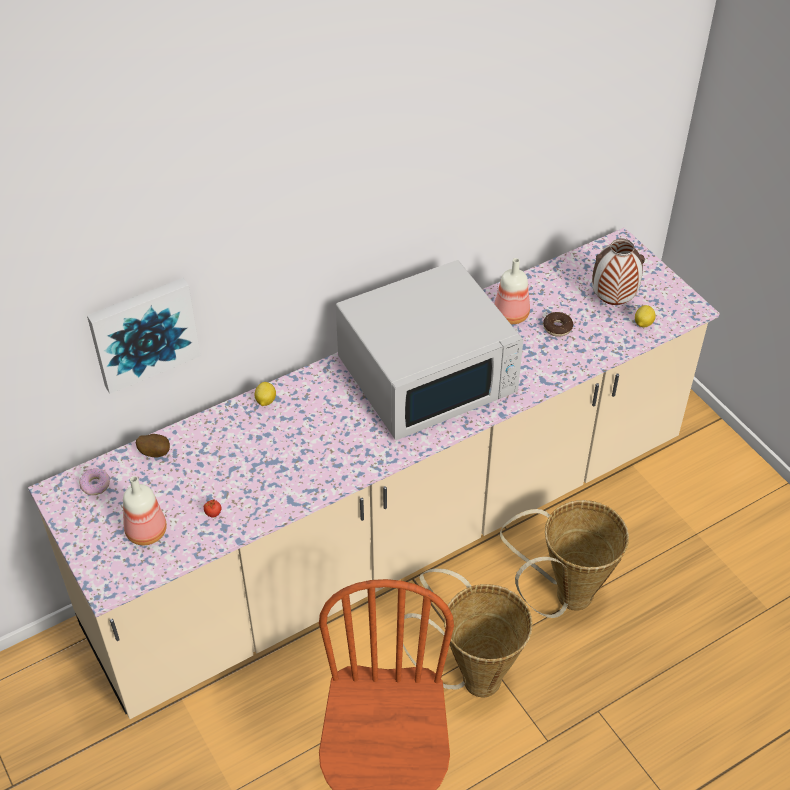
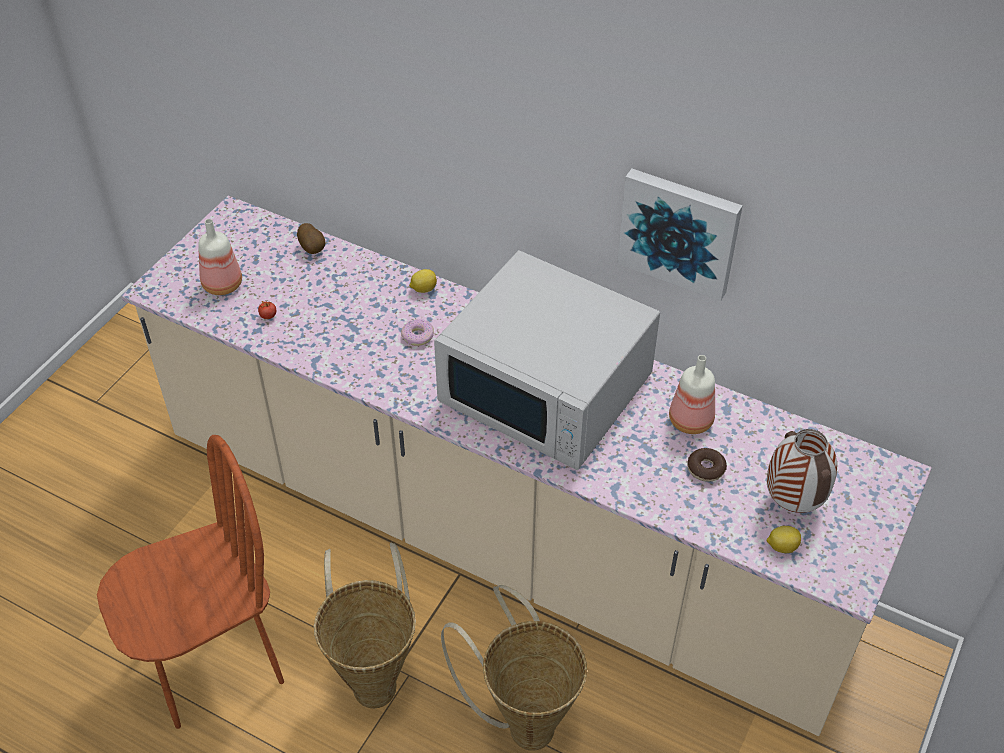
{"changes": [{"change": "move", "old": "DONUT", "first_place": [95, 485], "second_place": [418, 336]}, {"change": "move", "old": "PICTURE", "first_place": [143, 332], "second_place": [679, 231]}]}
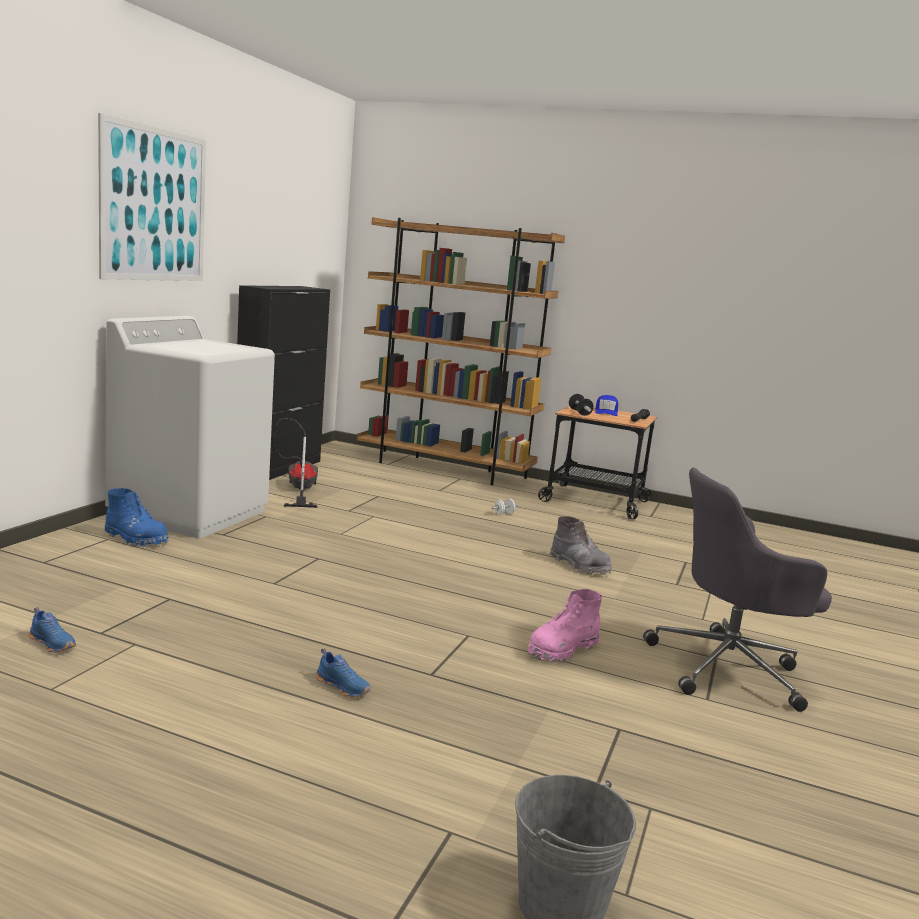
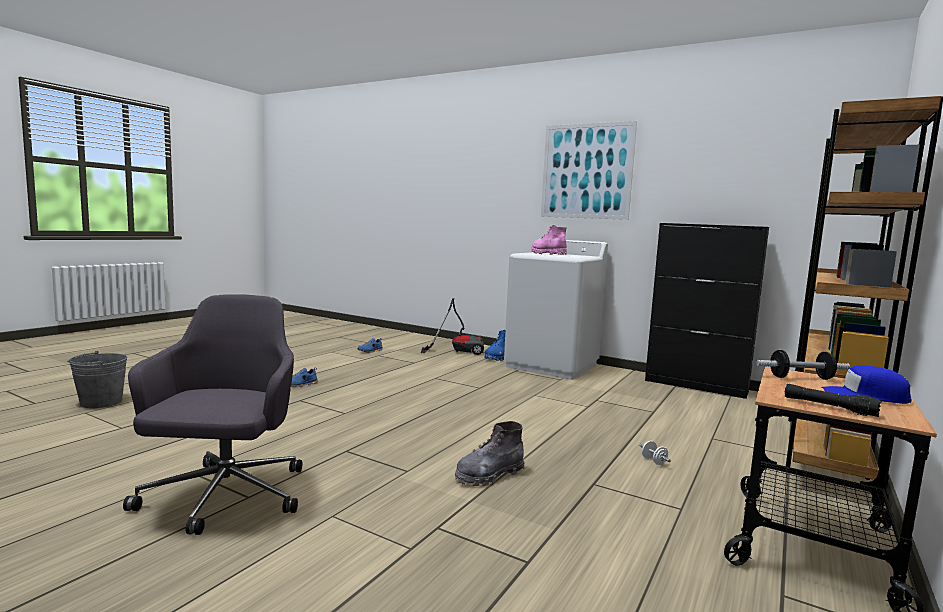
{"changes": [{"change": "move", "old": "VACUUM CLEANER", "first_place": [298, 490], "second_place": [458, 351]}, {"change": "move", "old": "PINK BOOT", "first_place": [562, 650], "second_place": [548, 254]}]}
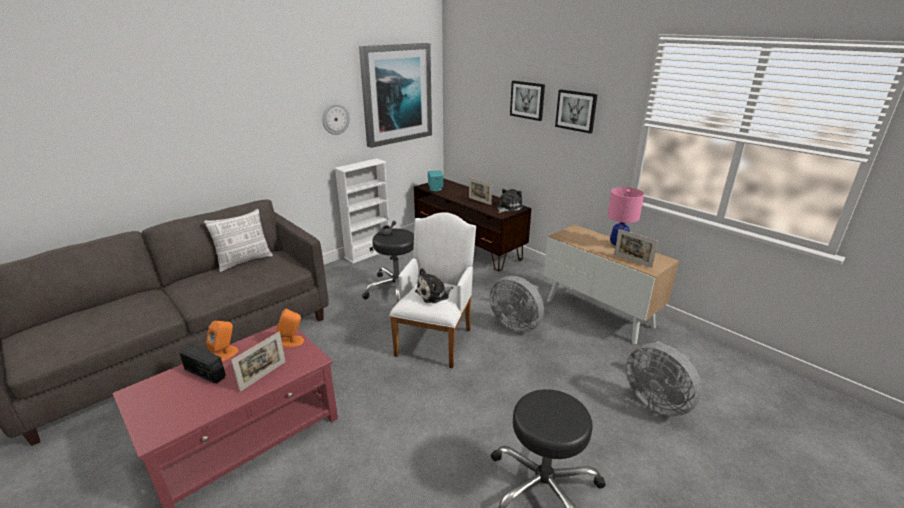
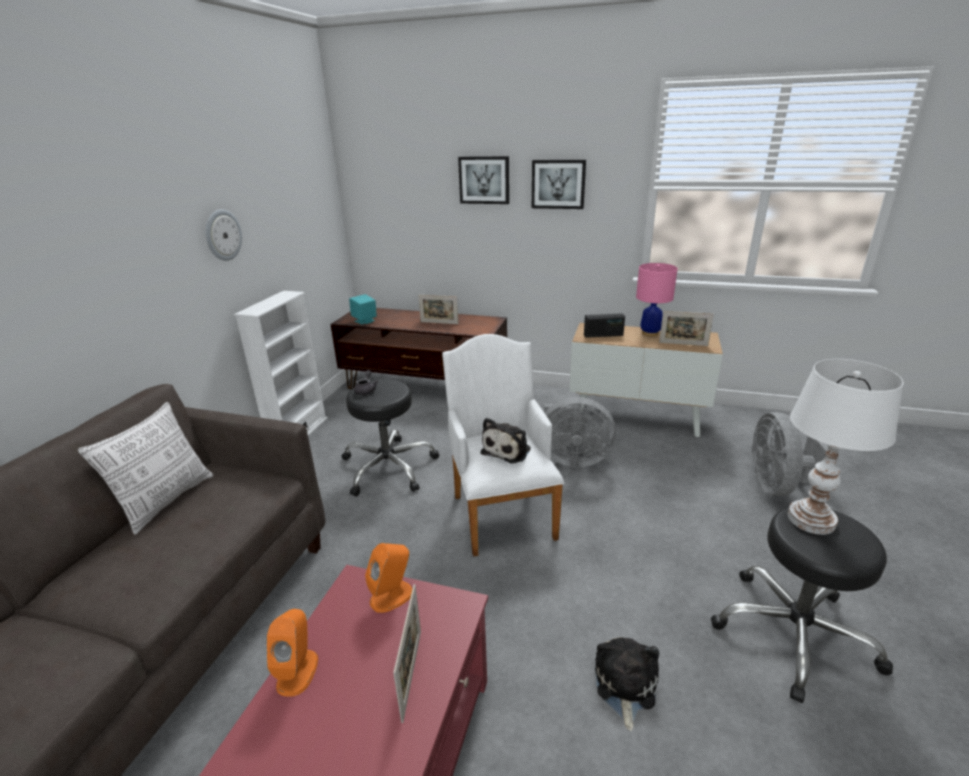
{"changes": [{"change": "move", "old": "RADIO", "first_place": [204, 373], "second_place": [603, 335]}, {"change": "delete", "old": "PICTURE", "first_place": [396, 94]}, {"change": "move", "old": "PLUSH TOY", "first_place": [508, 207], "second_place": [624, 686]}, {"change": "rotate", "old": "GREY FAN", "first_place": [657, 401], "second_place": [777, 485], "degrees": 75}, {"change": "insert", "new": "WHITE TABLE LAMP", "second_place": [811, 520]}]}
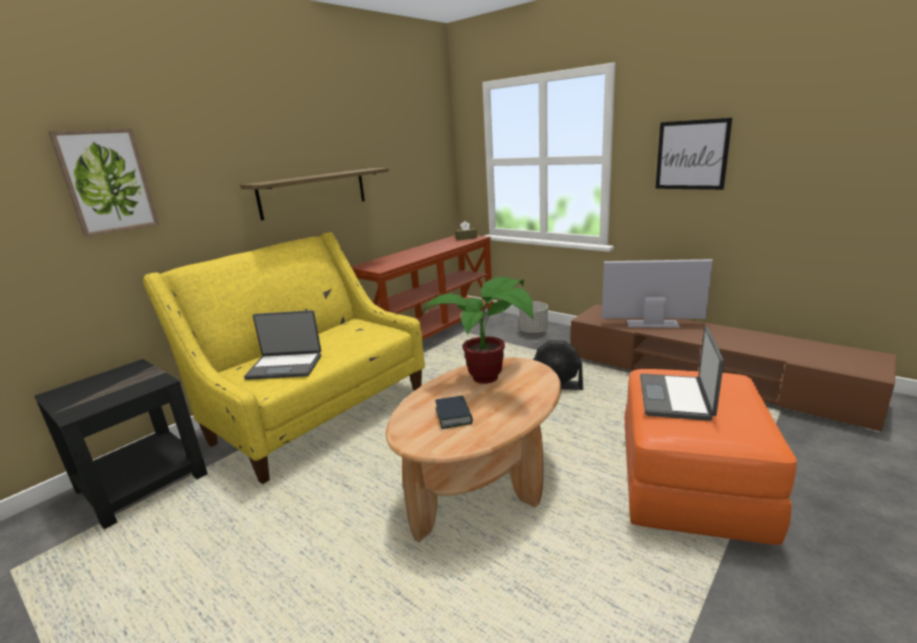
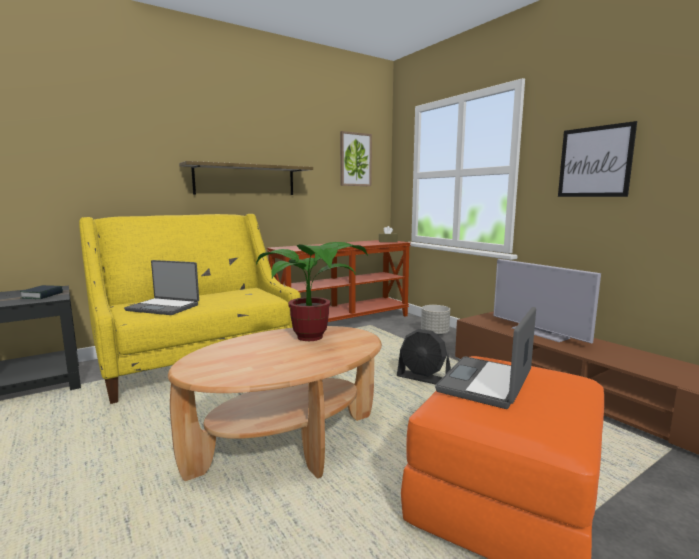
{"changes": [{"change": "move", "old": "PICTURE", "first_place": [107, 181], "second_place": [355, 159]}, {"change": "move", "old": "BOOK", "first_place": [453, 416], "second_place": [42, 295]}, {"change": "rotate", "old": "TELEVISION", "first_place": [652, 324], "second_place": [539, 333], "degrees": -150}]}
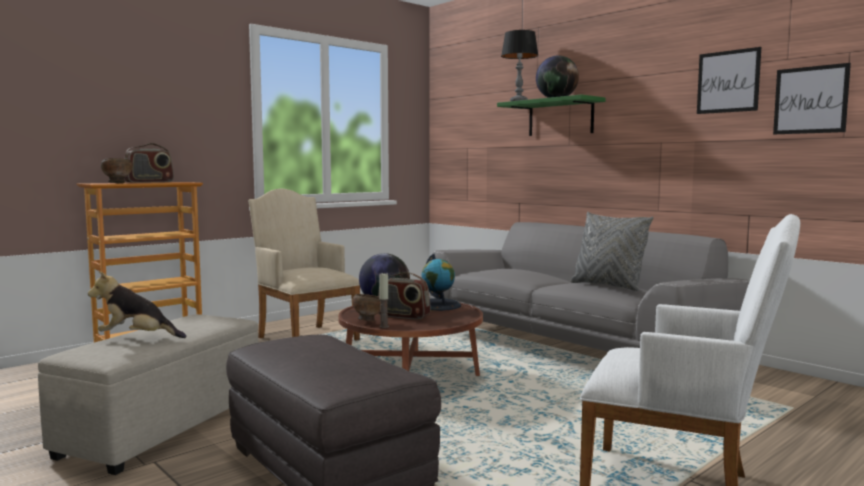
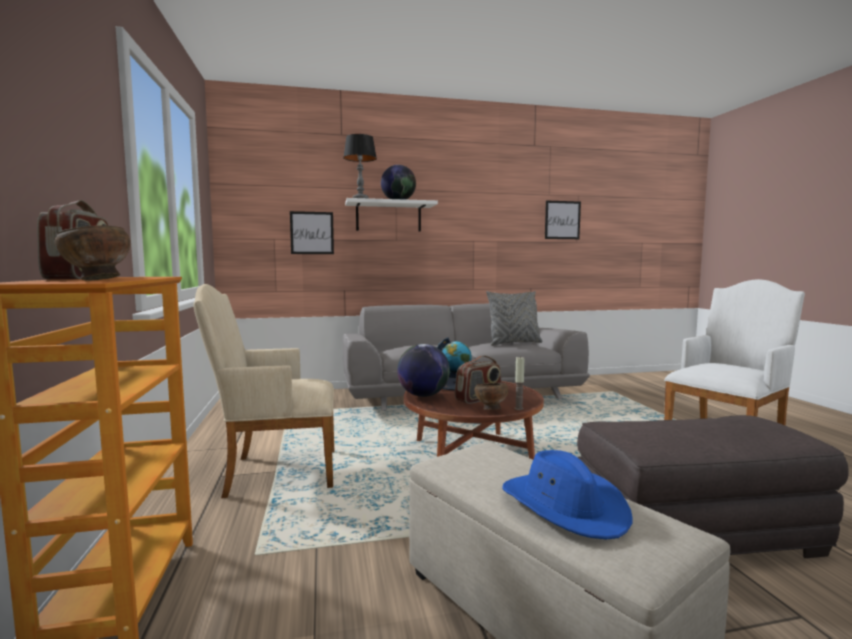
{"changes": [{"change": "replace", "old": "PLUSH TOY", "new": "BLUE HAT", "first_place": [137, 338], "second_place": [565, 505]}, {"change": "recolor", "old": "GREEN SHELF", "new": "WHITE SHELF", "first_place": [560, 118], "second_place": [388, 217]}, {"change": "move", "old": "PICTURE", "first_place": [728, 81], "second_place": [312, 233]}]}
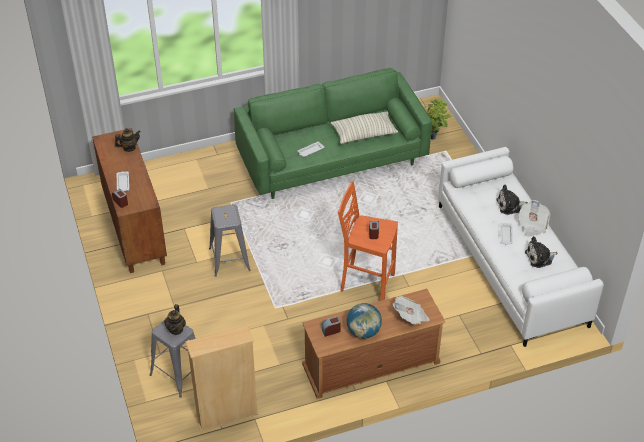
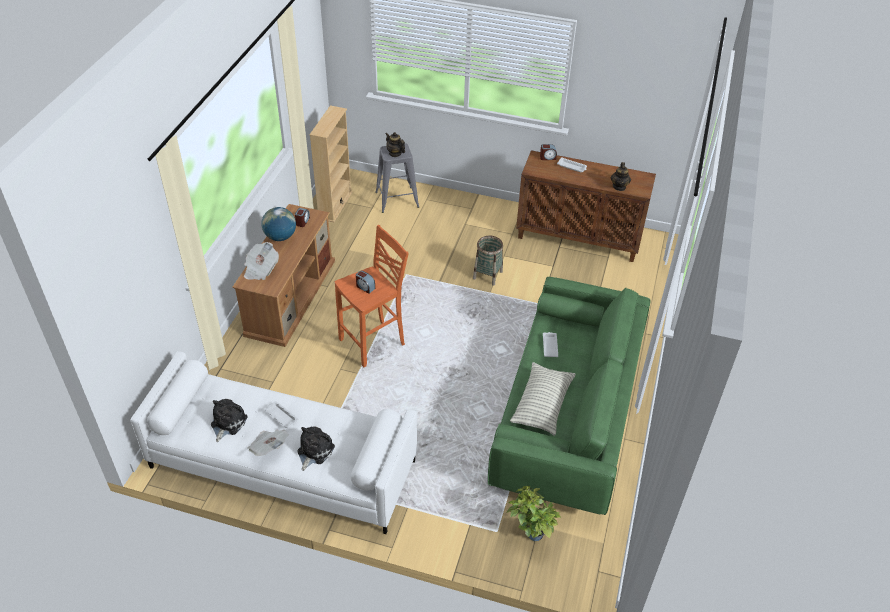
{"changes": [{"change": "replace", "old": "GREY STOOL", "new": "BASKET", "first_place": [229, 259], "second_place": [488, 275]}]}
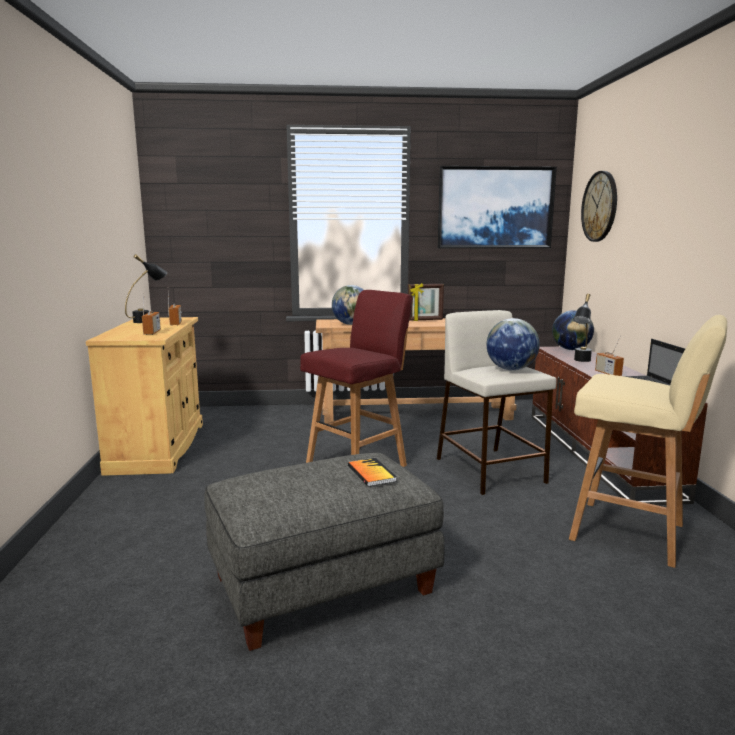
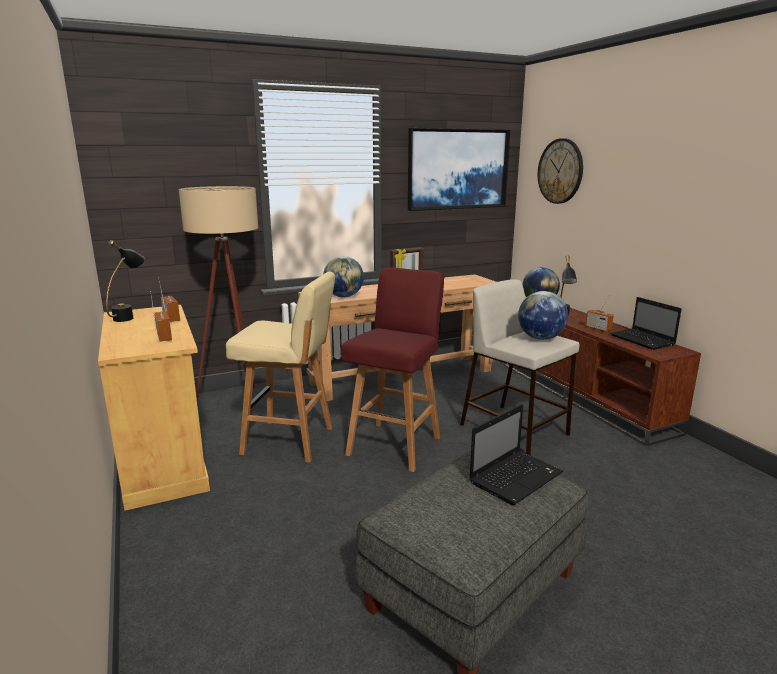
{"changes": [{"change": "replace", "old": "BOOK", "new": "LAPTOP", "first_place": [371, 473], "second_place": [516, 477]}, {"change": "move", "old": "BEIGE STOOL", "first_place": [631, 533], "second_place": [290, 441]}, {"change": "insert", "new": "BEIGE FLOOR LAMP", "second_place": [237, 404]}]}
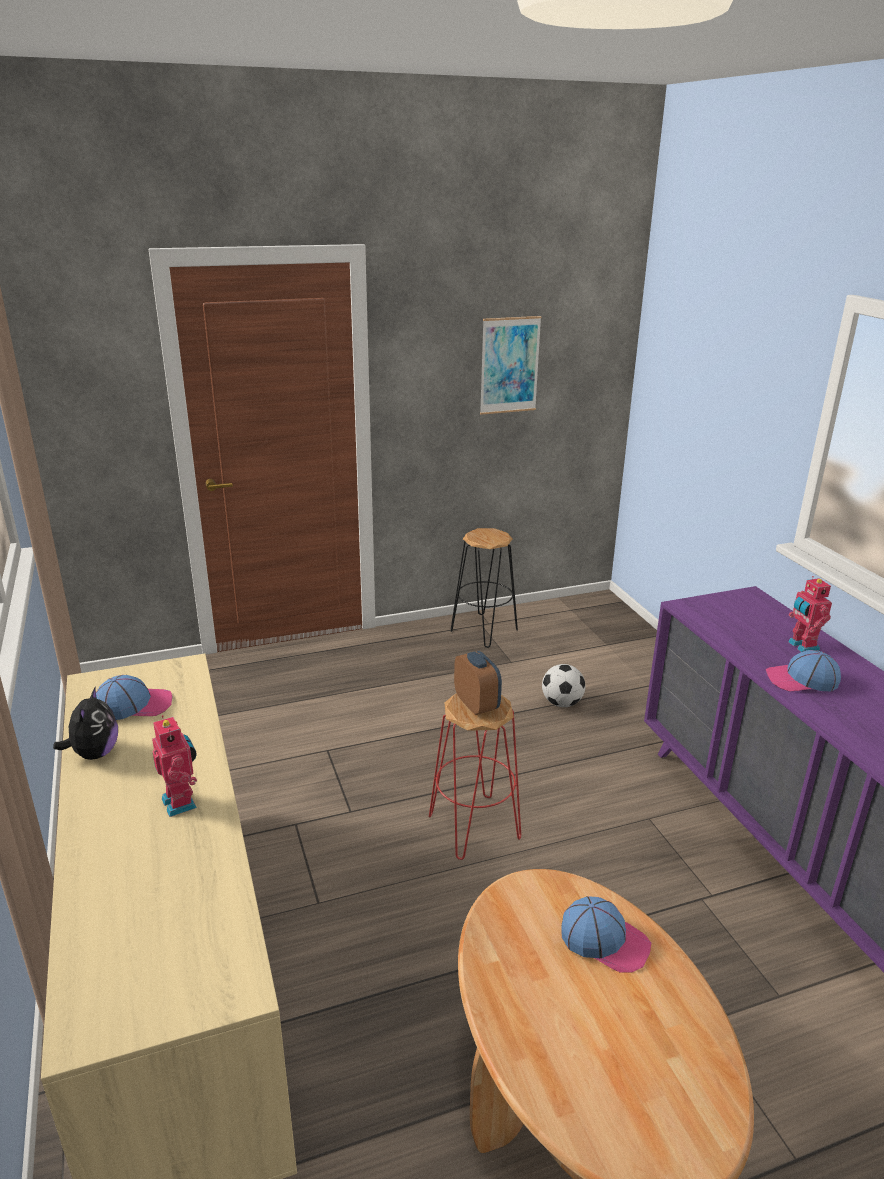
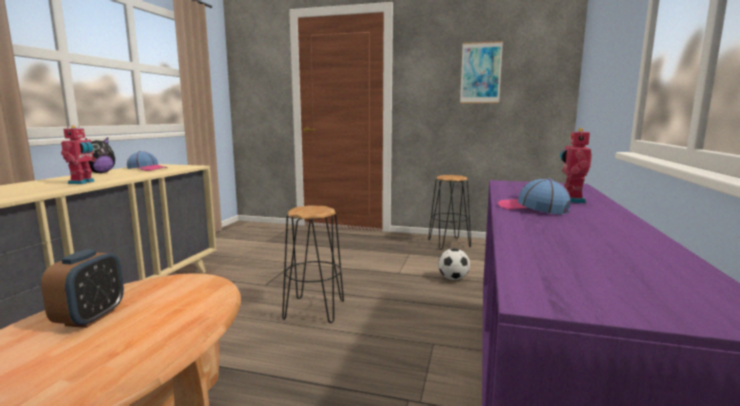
{"changes": [{"change": "recolor", "old": "RED STOOL", "new": "BLACK STOOL", "first_place": [473, 826], "second_place": [314, 309]}, {"change": "move", "old": "ALARM CLOCK", "first_place": [476, 705], "second_place": [90, 318]}, {"change": "delete", "old": "CAP", "first_place": [605, 940]}]}
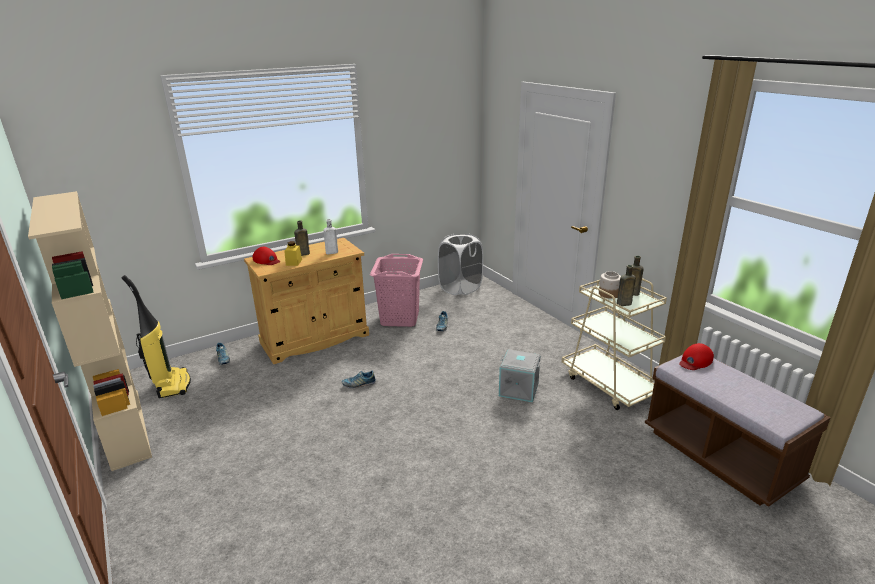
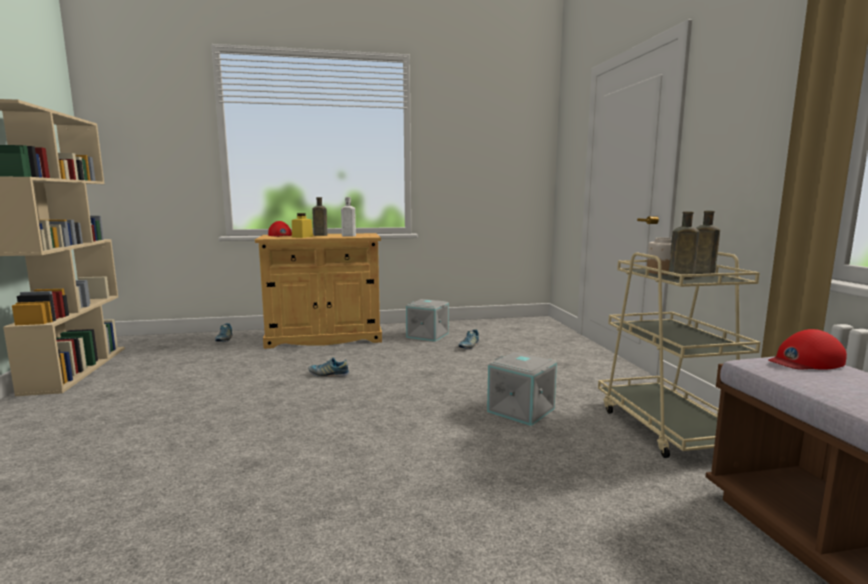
{"changes": [{"change": "delete", "old": "VACUUM CLEANER", "first_place": [172, 384]}, {"change": "replace", "old": "PINK LAUNDRY BASKET", "new": "GREY STORAGE BOX", "first_place": [400, 318], "second_place": [428, 335]}, {"change": "delete", "old": "WHITE LAUNDRY BASKET", "first_place": [460, 288]}]}
